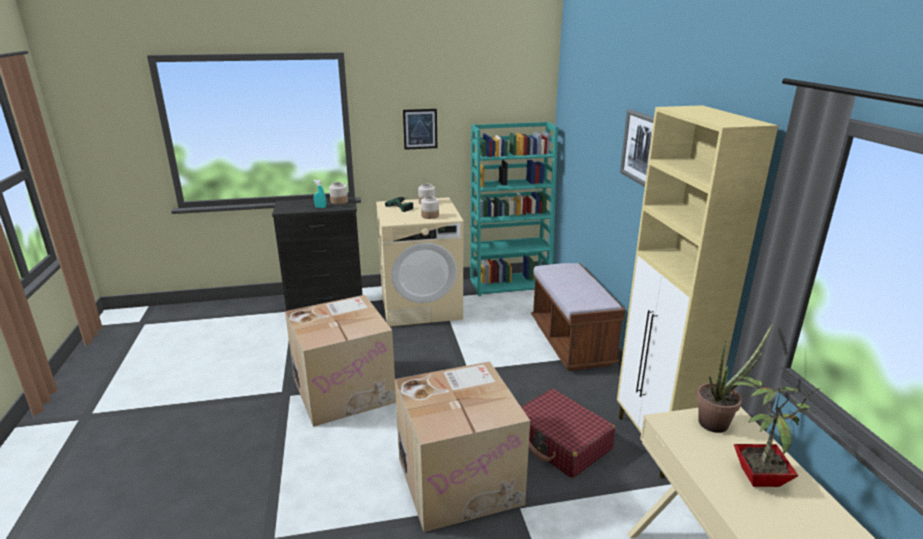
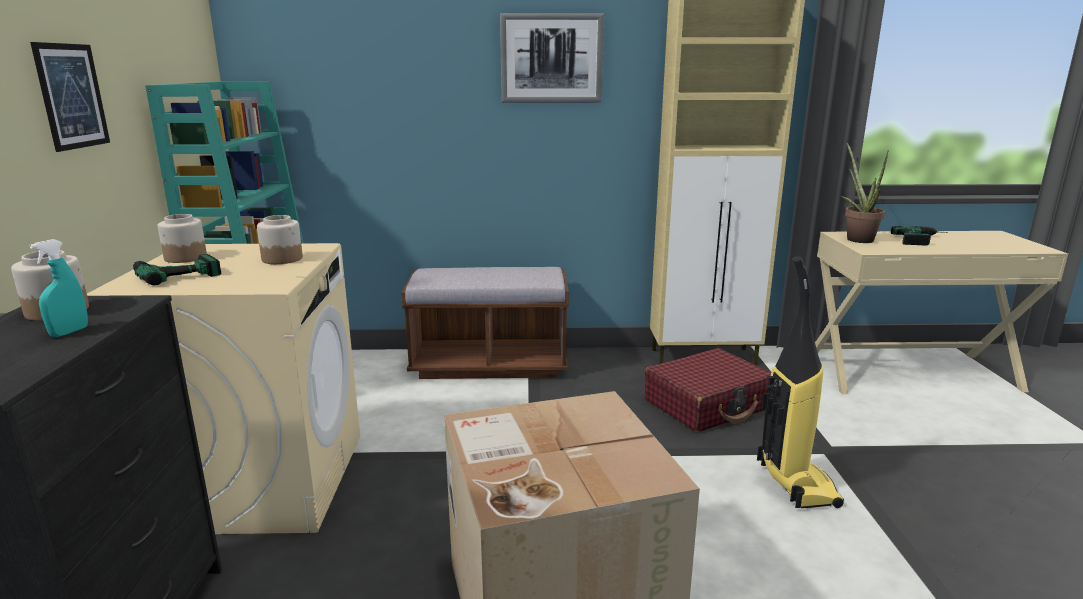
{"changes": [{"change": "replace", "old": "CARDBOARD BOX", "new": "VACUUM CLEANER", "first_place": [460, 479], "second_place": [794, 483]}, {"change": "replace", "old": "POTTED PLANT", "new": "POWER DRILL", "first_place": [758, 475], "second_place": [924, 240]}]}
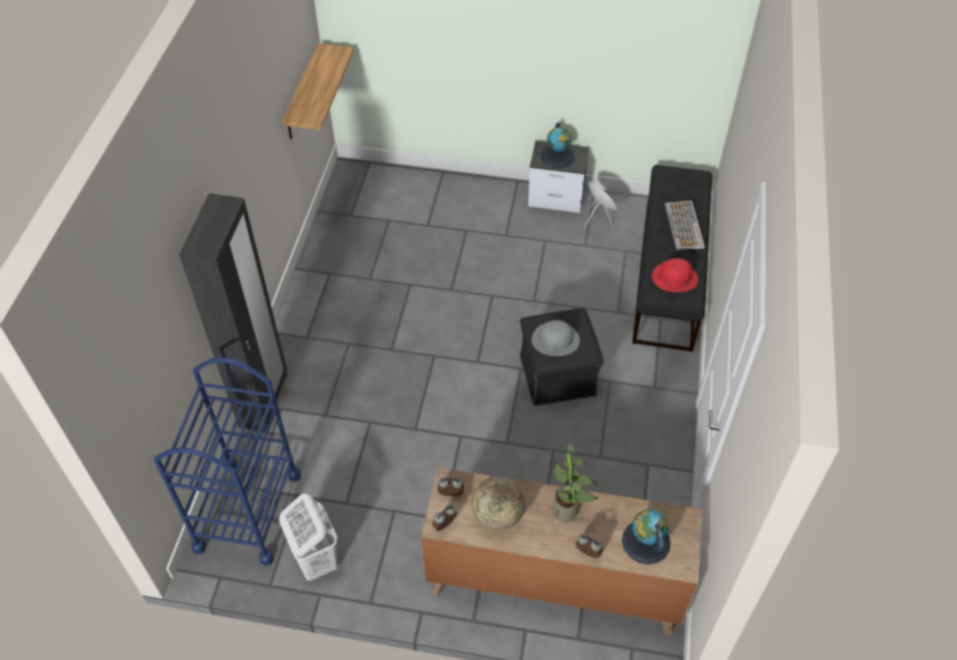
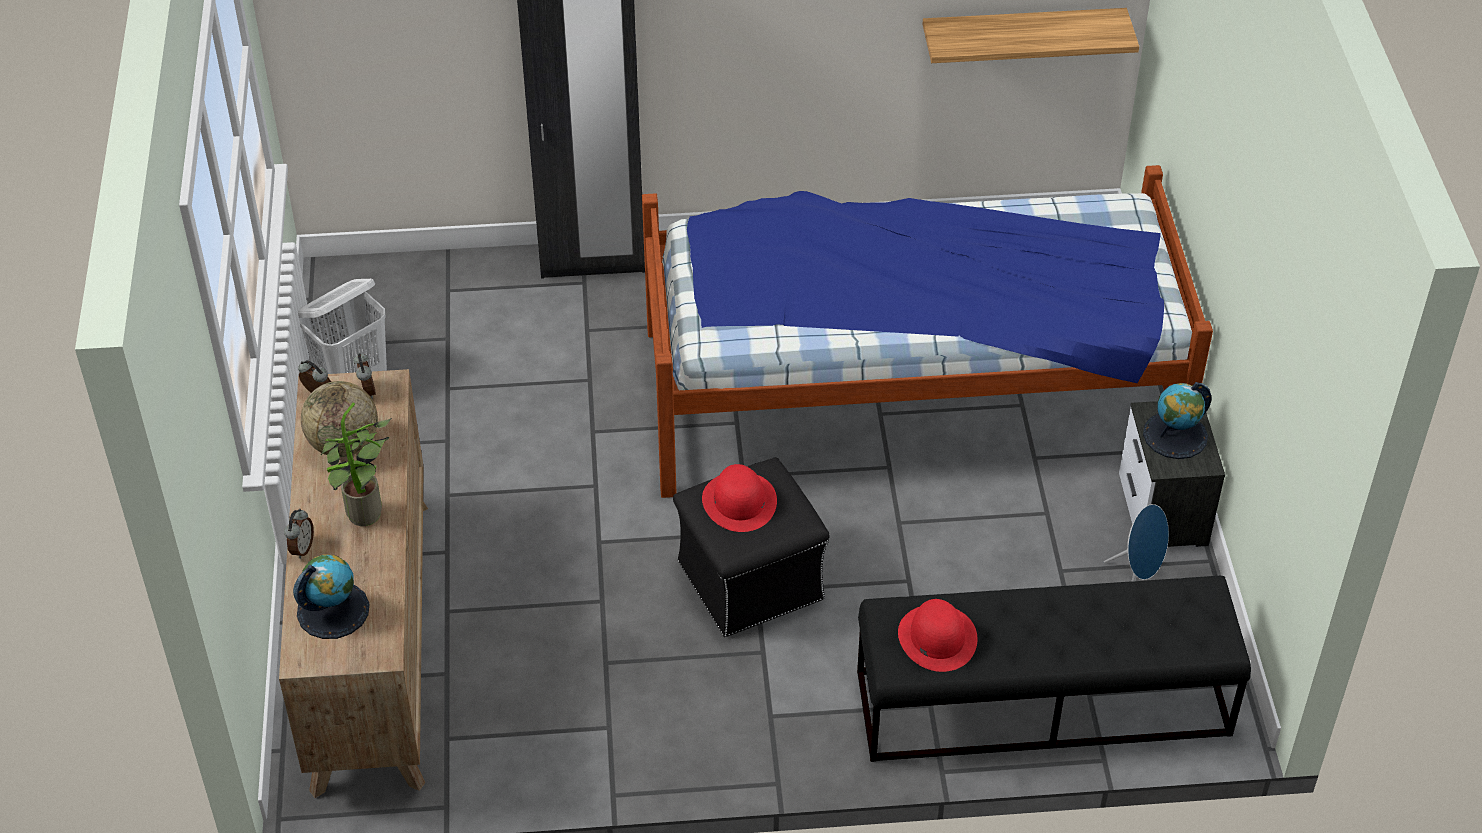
{"changes": [{"change": "delete", "old": "BLUE CART", "first_place": [248, 511]}, {"change": "recolor", "old": "GREY HAT", "new": "RED HAT", "first_place": [555, 339], "second_place": [739, 501]}, {"change": "delete", "old": "KEYBOARD", "first_place": [684, 226]}, {"change": "insert", "new": "BED", "second_place": [908, 392]}]}
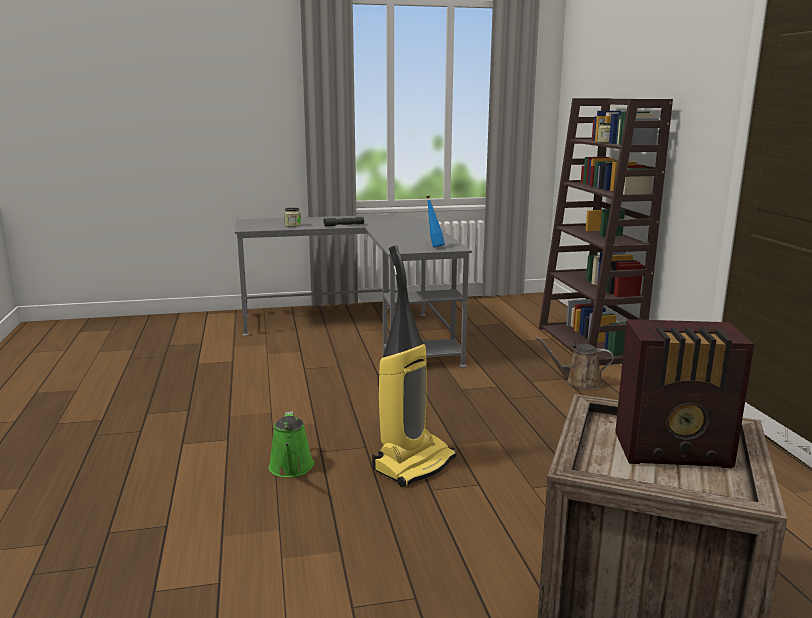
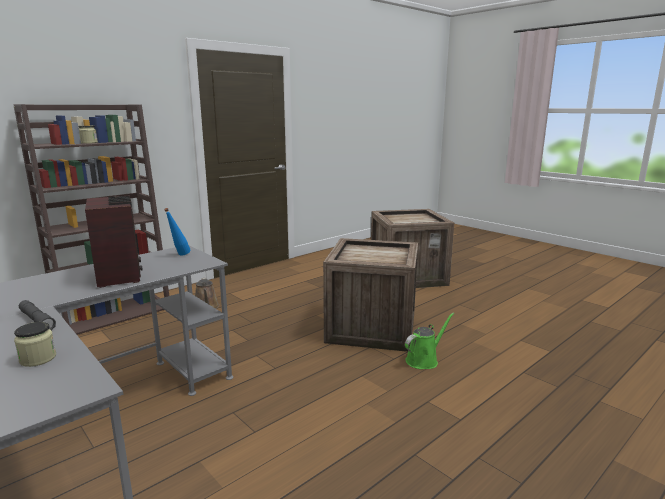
{"changes": [{"change": "replace", "old": "VACUUM CLEANER", "new": "CRATE", "first_place": [413, 463], "second_place": [370, 328]}, {"change": "move", "old": "RADIO", "first_place": [675, 452], "second_place": [119, 275]}]}
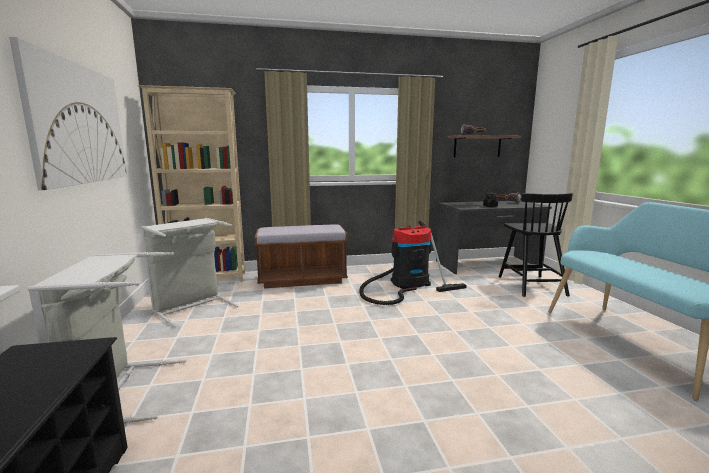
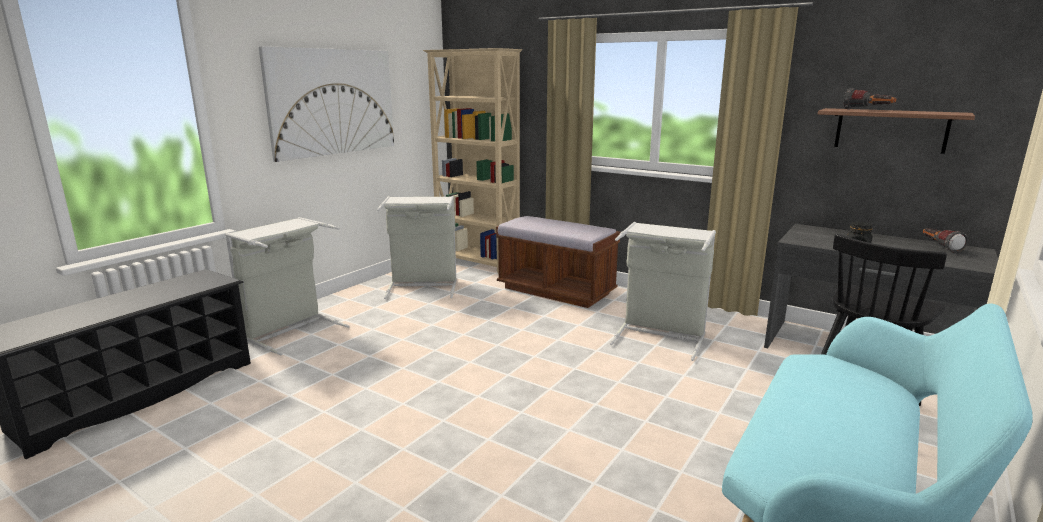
{"changes": [{"change": "replace", "old": "VACUUM CLEANER", "new": "GREY LAUNDRY BASKET", "first_place": [406, 284], "second_place": [660, 336]}]}
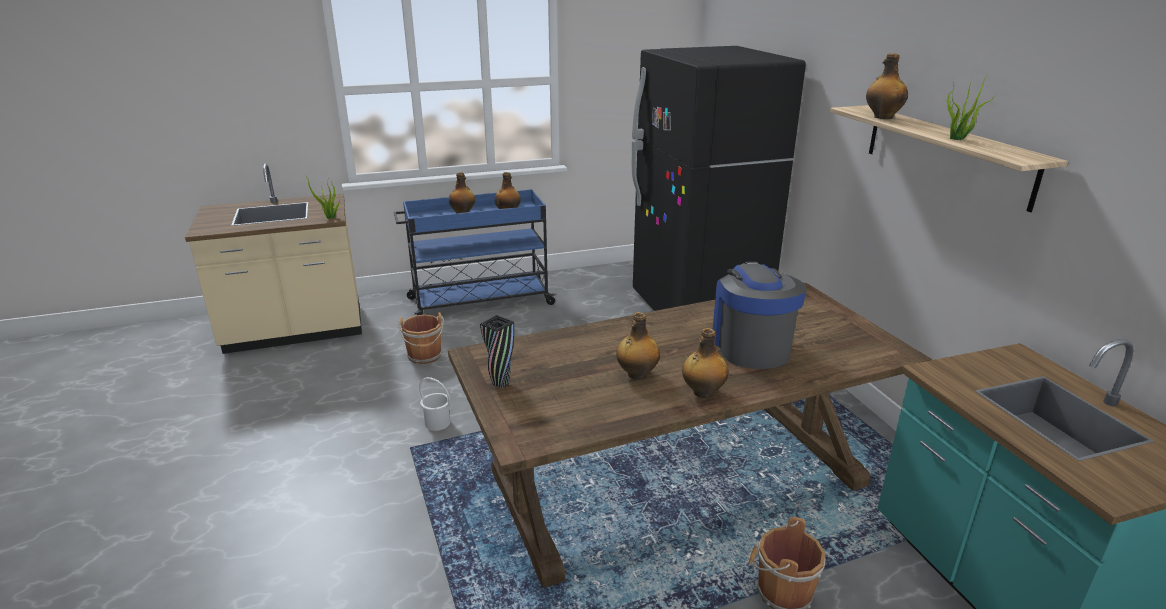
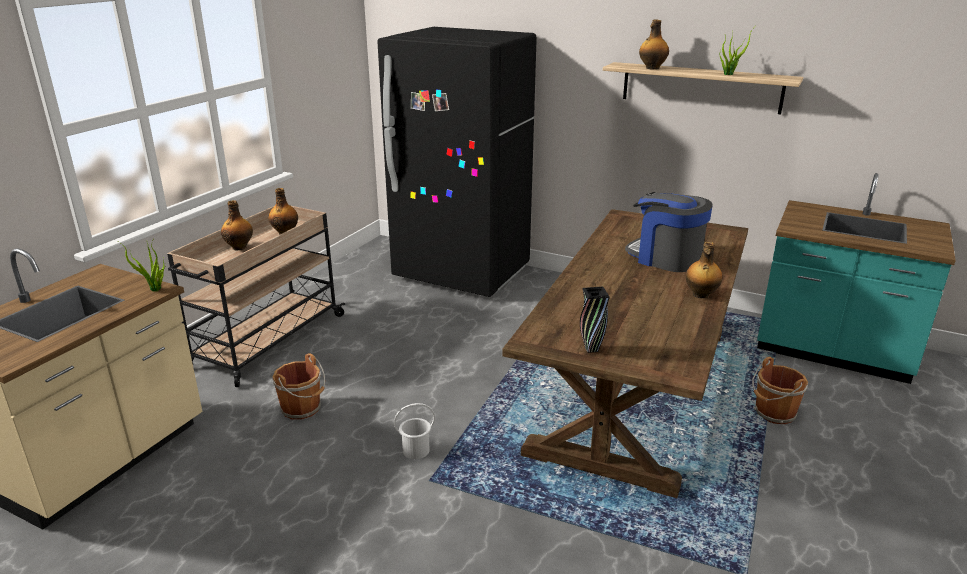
{"changes": [{"change": "recolor", "old": "BLUE CART", "new": "BEIGE CART", "first_place": [478, 302], "second_place": [267, 341]}, {"change": "delete", "old": "BOTTLE", "first_place": [636, 374]}]}
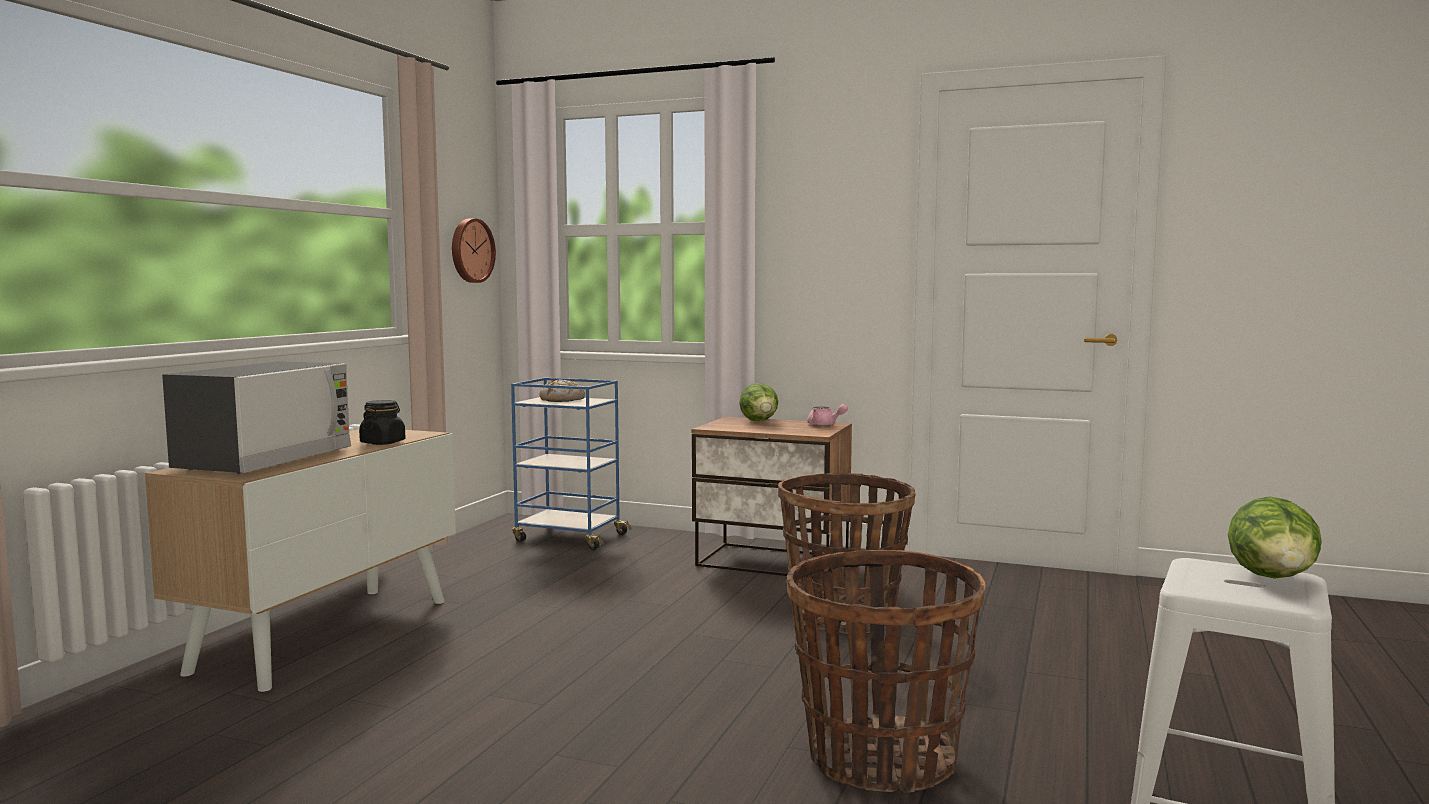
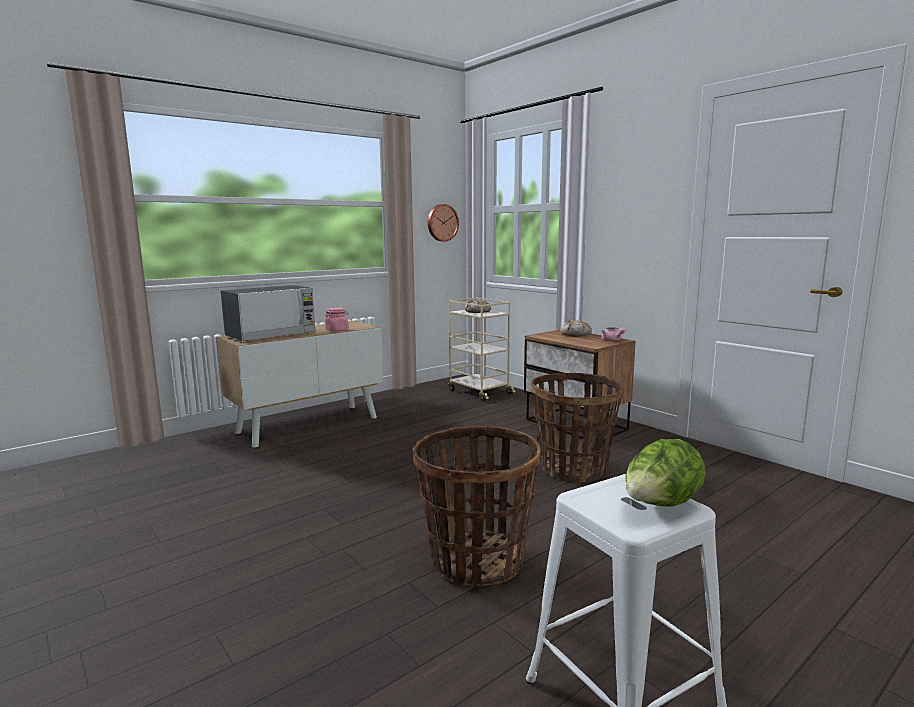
{"changes": [{"change": "recolor", "old": "BLACK JAR", "new": "PINK JAR", "first_place": [383, 442], "second_place": [337, 330]}, {"change": "recolor", "old": "BLUE CART", "new": "BEIGE CART", "first_place": [569, 537], "second_place": [479, 392]}, {"change": "replace", "old": "LETTUCE", "new": "BREAD", "first_place": [760, 422], "second_place": [575, 334]}]}
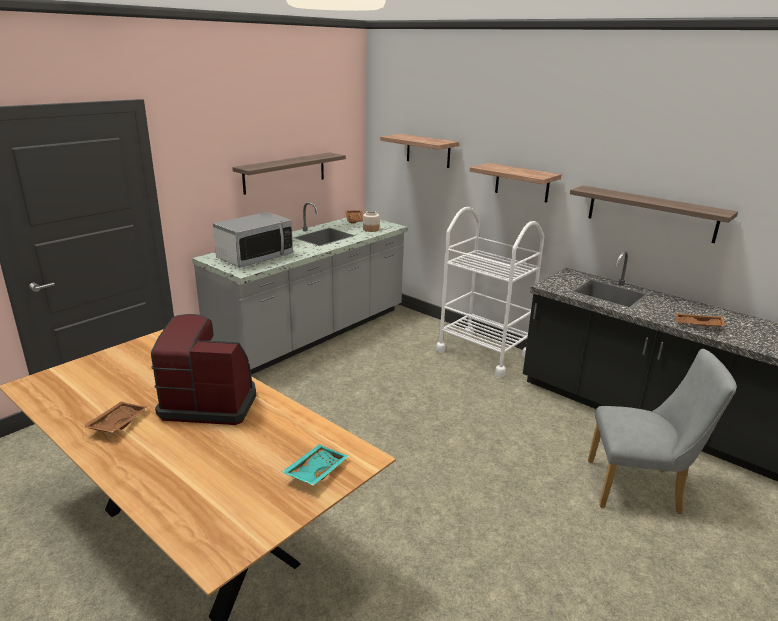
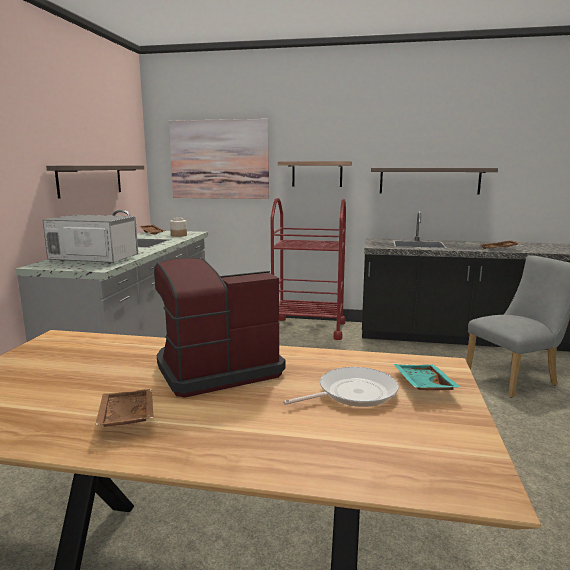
{"changes": [{"change": "rotate", "old": "MICROWAVE", "first_place": [255, 257], "second_place": [94, 259], "degrees": -90}, {"change": "replace", "old": "SHELF", "new": "PICTURE", "first_place": [428, 151], "second_place": [219, 159]}, {"change": "recolor", "old": "WHITE CART", "new": "RED CART", "first_place": [483, 353], "second_place": [308, 328]}, {"change": "insert", "new": "FRYING PAN", "second_place": [353, 393]}]}
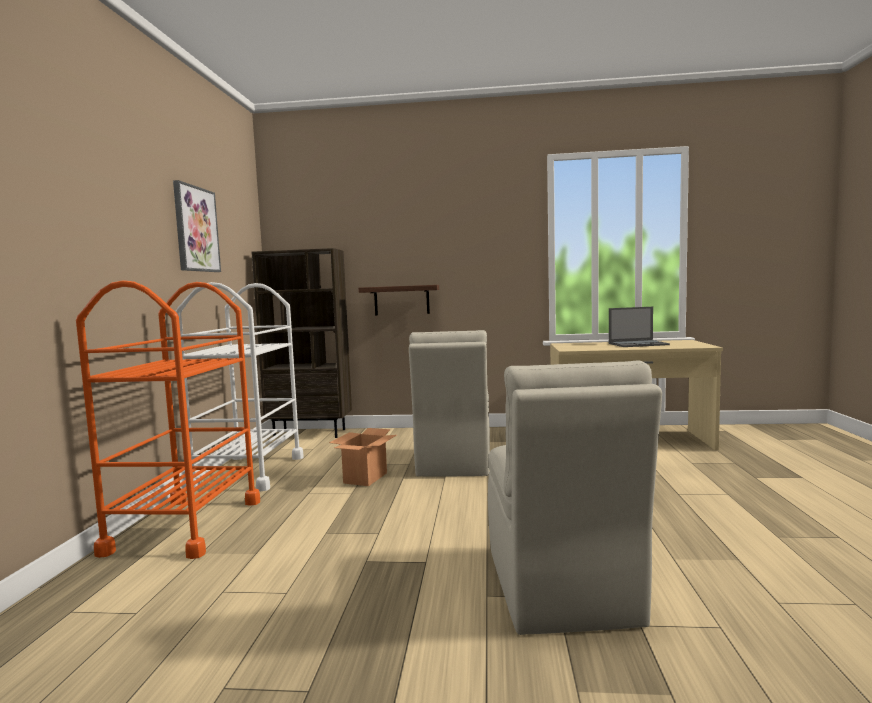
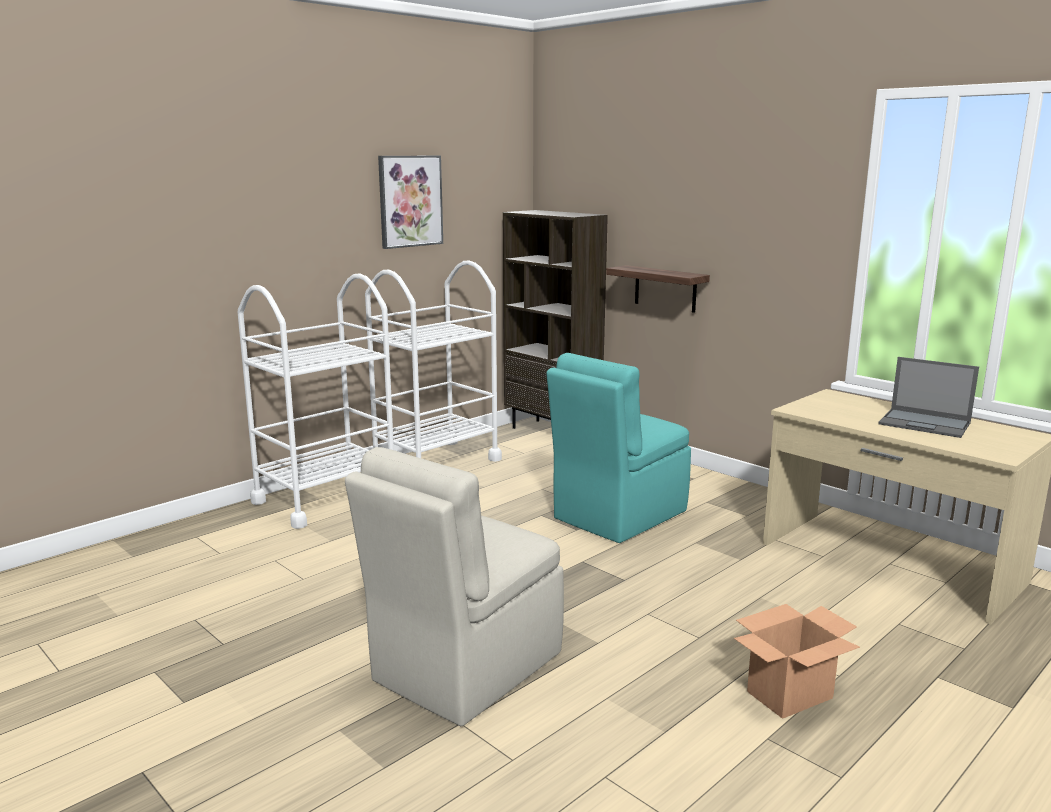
{"changes": [{"change": "recolor", "old": "ORANGE CART", "new": "WHITE CART", "first_place": [186, 526], "second_place": [326, 498]}, {"change": "move", "old": "CARDBOARD BOX", "first_place": [365, 478], "second_place": [789, 695]}, {"change": "recolor", "old": "BEIGE CHAIR", "new": "TURQUOISE CHAIR", "first_place": [453, 463], "second_place": [617, 516]}]}
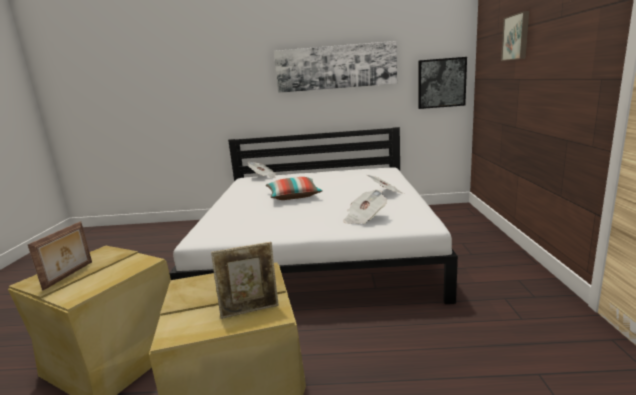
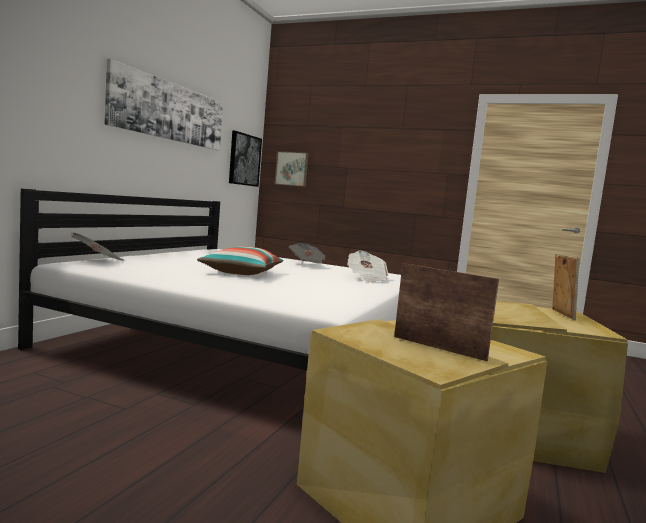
{"changes": [{"change": "move", "old": "PICTURE", "first_place": [516, 37], "second_place": [292, 169]}]}
